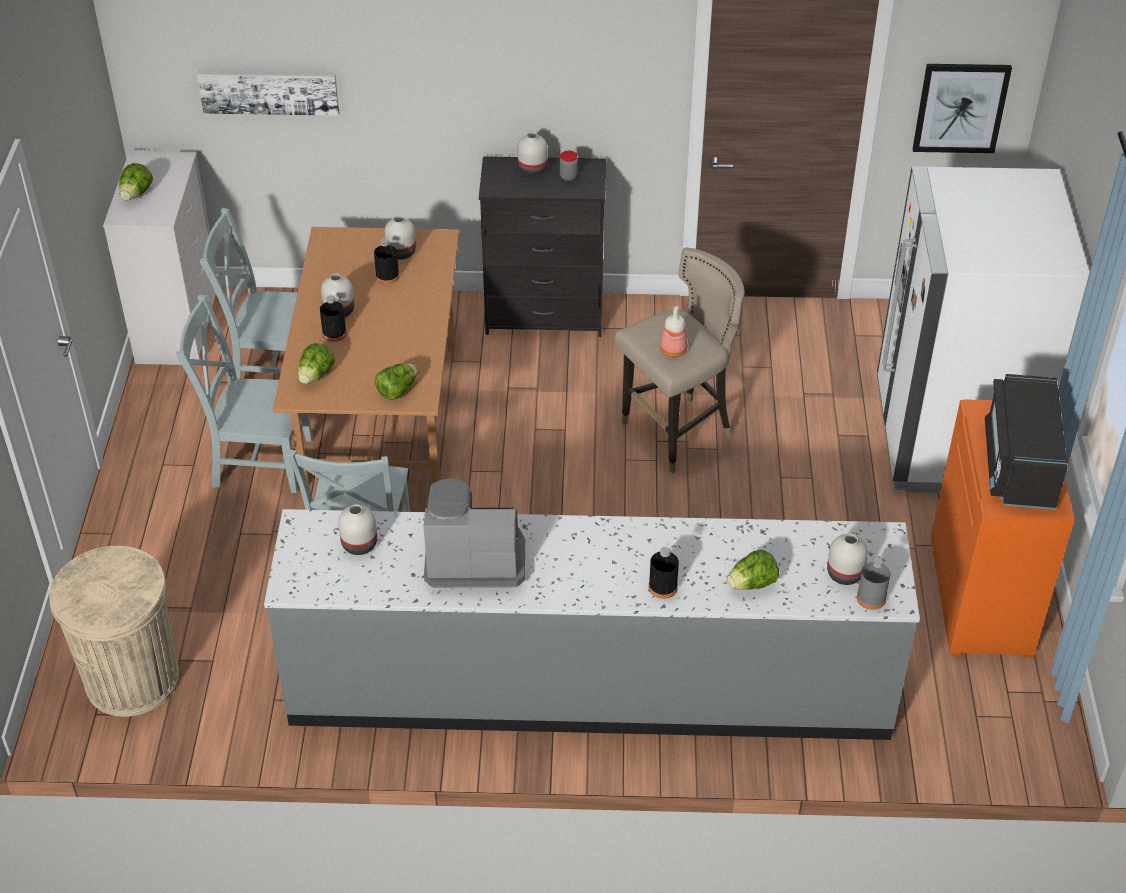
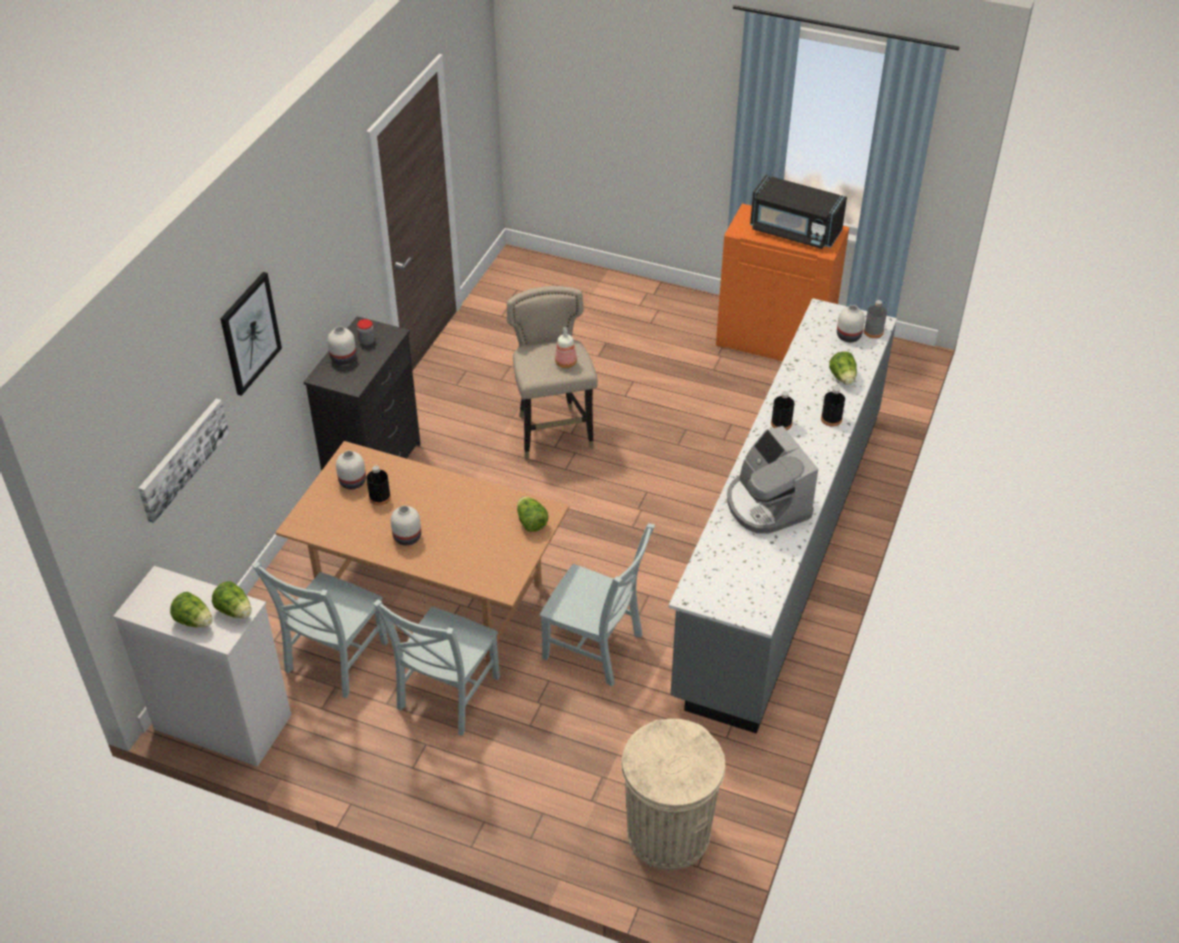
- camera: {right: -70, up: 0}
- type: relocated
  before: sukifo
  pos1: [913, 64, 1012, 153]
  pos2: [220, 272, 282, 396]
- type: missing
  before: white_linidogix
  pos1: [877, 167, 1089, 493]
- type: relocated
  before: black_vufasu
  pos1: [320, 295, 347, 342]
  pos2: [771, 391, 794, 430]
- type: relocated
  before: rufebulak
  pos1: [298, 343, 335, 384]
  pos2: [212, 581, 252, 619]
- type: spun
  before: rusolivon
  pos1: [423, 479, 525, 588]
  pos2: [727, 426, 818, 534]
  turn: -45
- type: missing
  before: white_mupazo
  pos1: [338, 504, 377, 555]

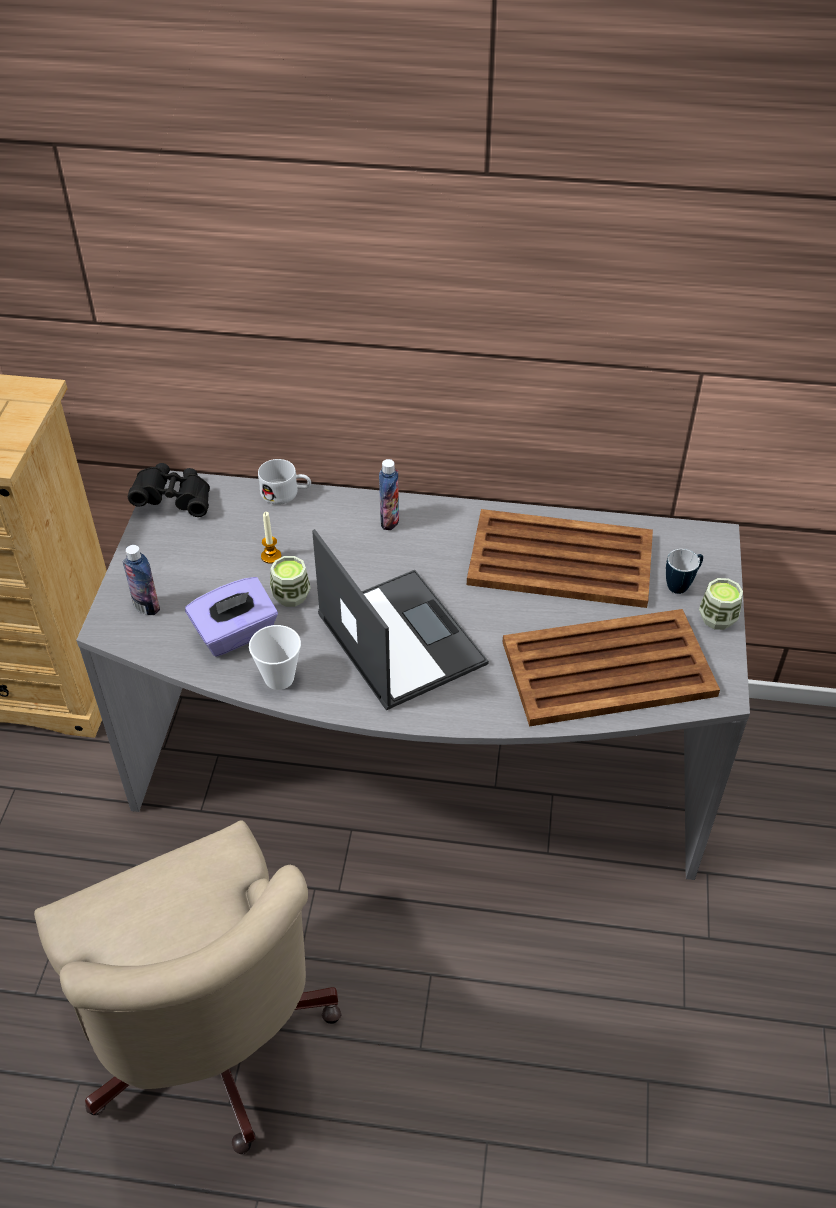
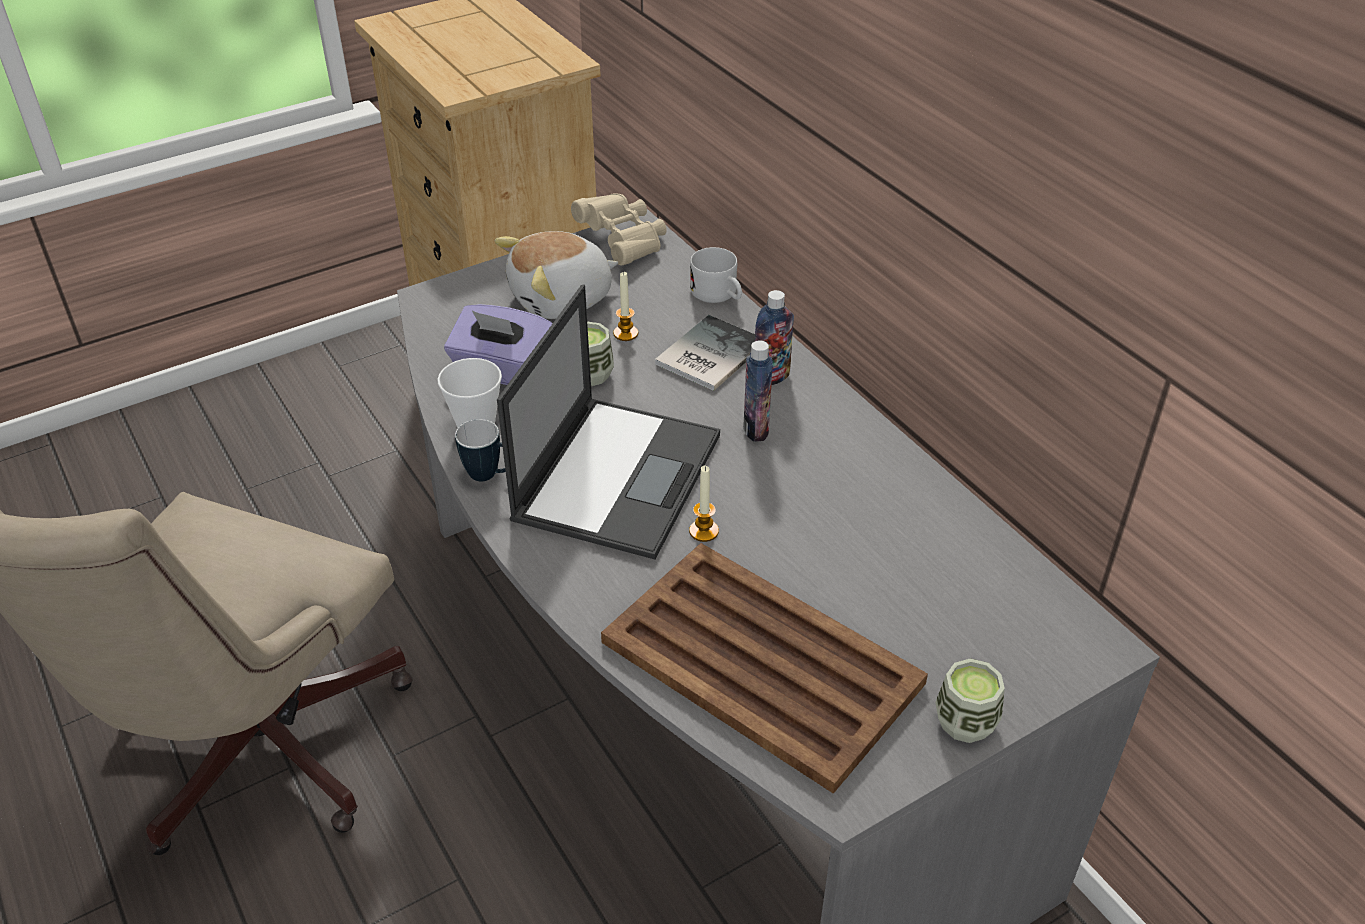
- camera: {right: 50, up: -5}
- type: colour
  before: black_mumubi
  after: beige_mumubi
  pos1: [128, 463, 210, 517]
  pos2: [571, 193, 667, 266]
- type: missing
  before: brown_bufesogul
  pos1: [467, 509, 653, 608]
- type: relocated
  before: vufasu
  pos1: [122, 545, 160, 615]
  pos2: [743, 341, 773, 442]
- type: relocated
  before: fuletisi
  pos1: [666, 549, 703, 594]
  pos2: [455, 419, 506, 482]
- type: appeared
  after: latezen
  pos2: [495, 231, 619, 319]
- type: appeared
  after: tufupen
  pos2: [655, 315, 755, 391]
- type: appeared
  after: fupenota
  pos2: [689, 466, 719, 542]

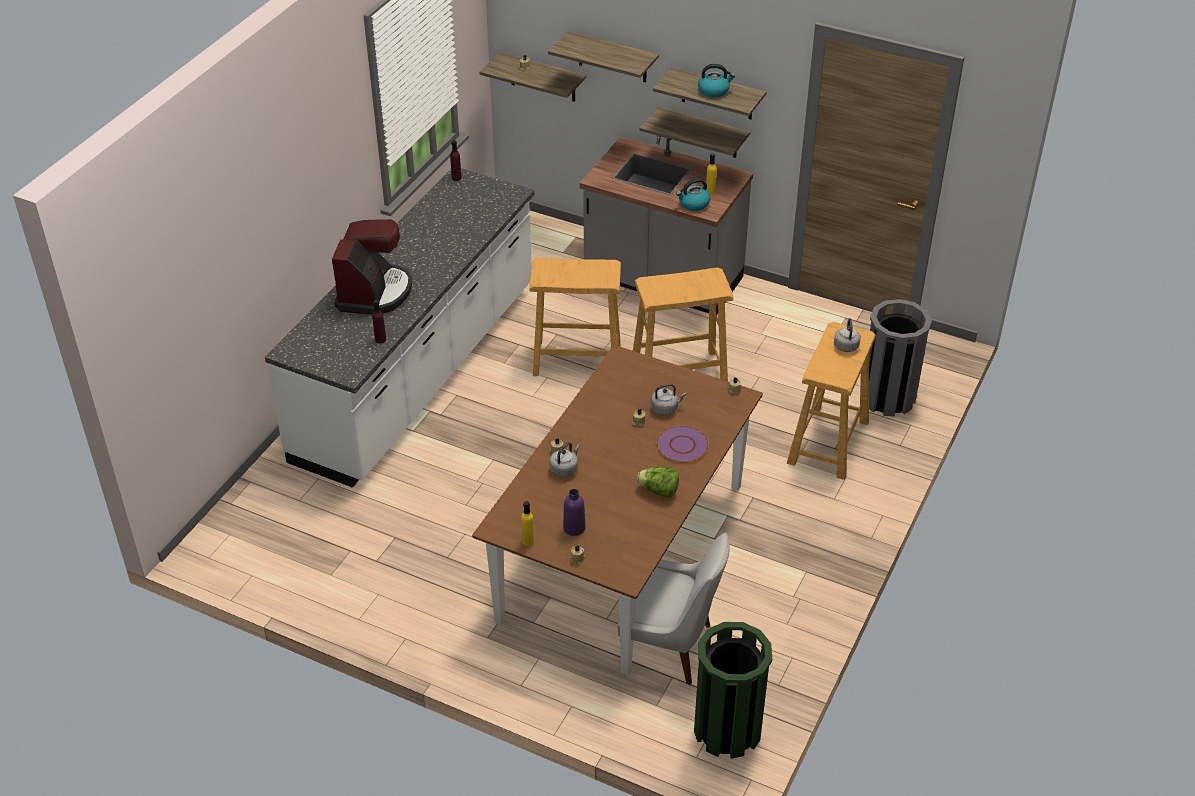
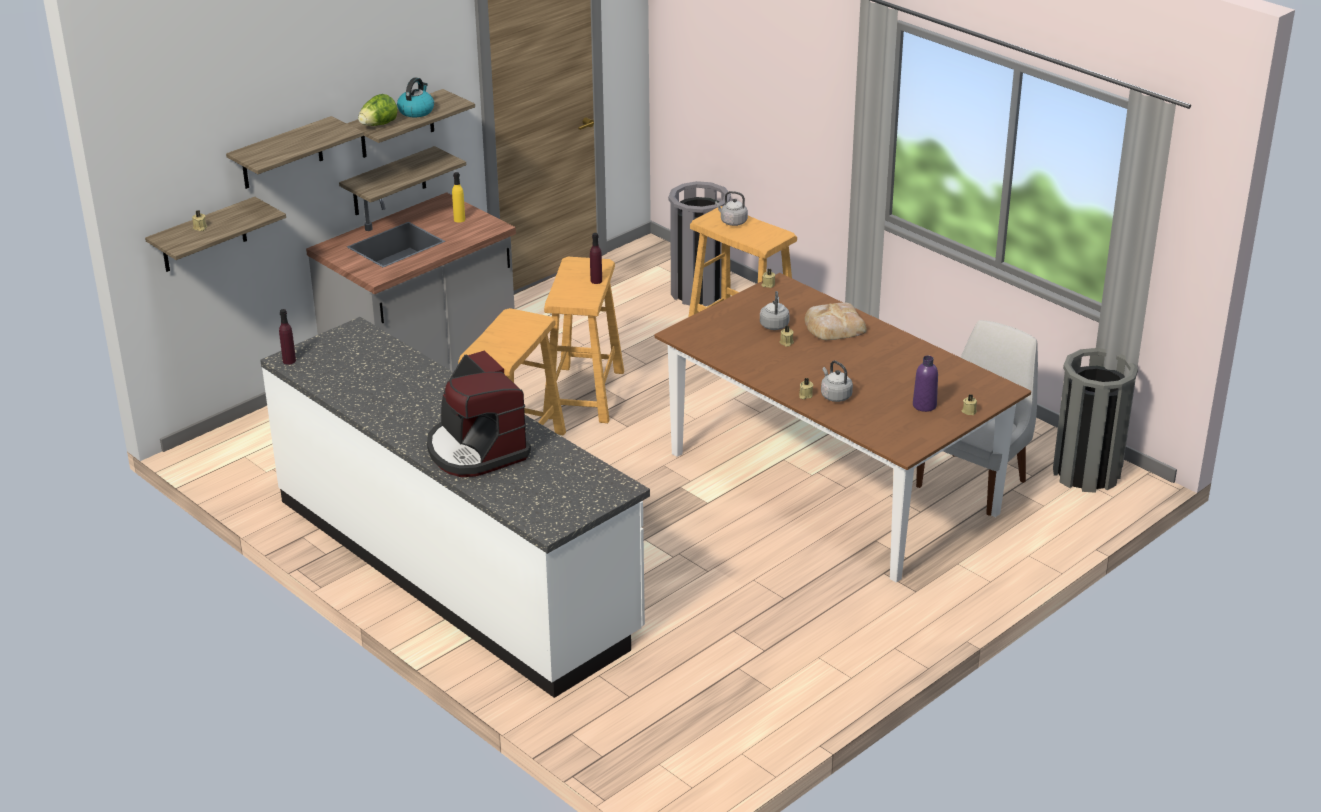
- camera: {right: -70, up: -10}
- type: missing
  before: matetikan
  pos1: [676, 178, 710, 211]
- type: spun
  before: rusolivon
  pos1: [332, 219, 412, 315]
  pos2: [427, 351, 531, 477]
  turn: -150
- type: relocated
  before: purple_vufasu
  pos1: [372, 300, 386, 343]
  pos2: [590, 233, 602, 284]
- type: exchanged
  before: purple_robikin
  after: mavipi
  pos1: [657, 426, 709, 462]
  pos2: [805, 303, 867, 340]
- type: relocated
  before: rufebulak
  pos1: [637, 467, 679, 498]
  pos2: [358, 94, 398, 126]
- type: missing
  before: yellow_vufasu
  pos1: [521, 501, 534, 546]
- type: colour
  before: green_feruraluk
  after: grey_feruraluk
  pos1: [694, 622, 772, 759]
  pos2: [1053, 348, 1138, 493]

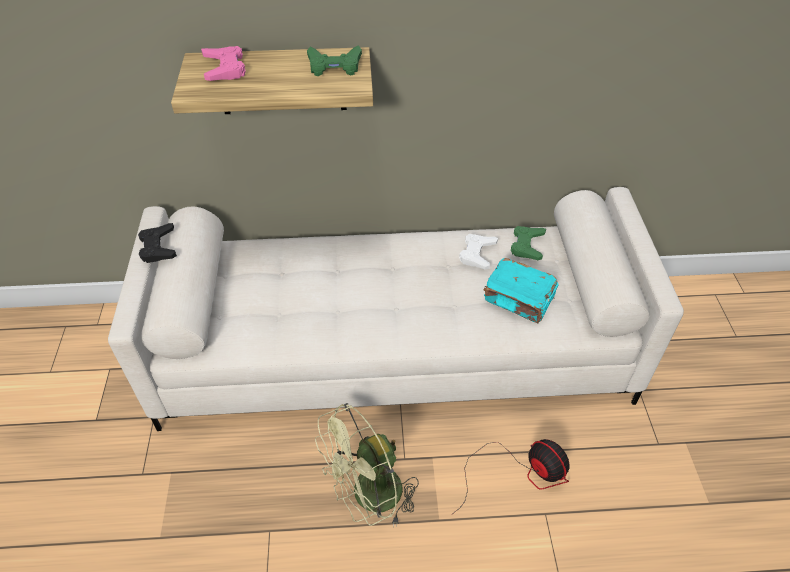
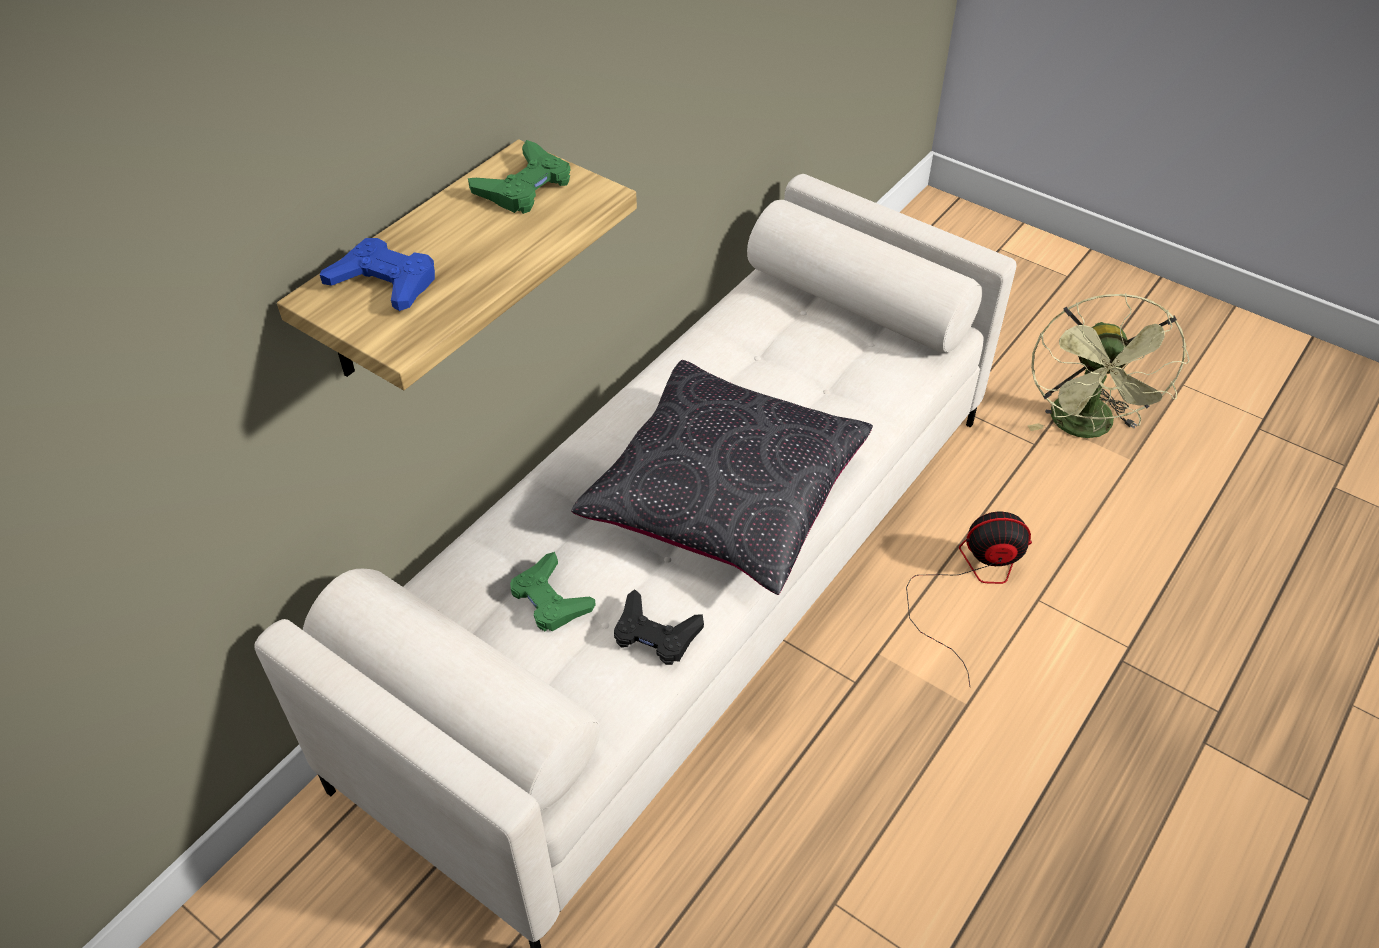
- camera: {right: -50, up: 0}
- type: colour
  before: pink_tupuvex
  after: blue_tupuvex
  pos1: [201, 46, 246, 81]
  pos2: [320, 238, 435, 311]
- type: relocated
  before: black_tupuvex
  pos1: [138, 223, 177, 263]
  pos2: [614, 589, 704, 665]
- type: relocated
  before: green_tupuvex
  pos1: [511, 226, 546, 260]
  pos2: [510, 552, 596, 631]
- type: missing
  before: white_tupuvex
  pos1: [459, 234, 498, 269]
- type: missing
  before: turquoise_tufupen
  pos1: [483, 258, 559, 323]
- type: relocated
  before: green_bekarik
  pos1: [315, 403, 419, 527]
  pos2: [1028, 293, 1190, 438]
- type: appeared
  after: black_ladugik
  pos2: [571, 360, 873, 595]

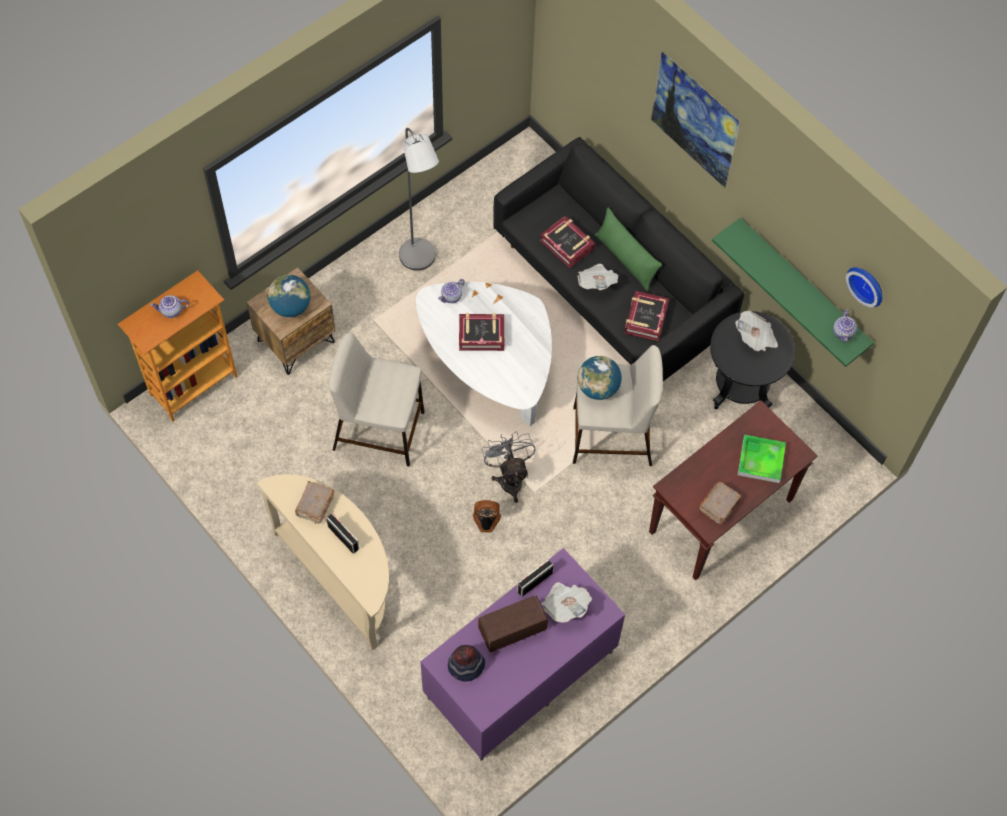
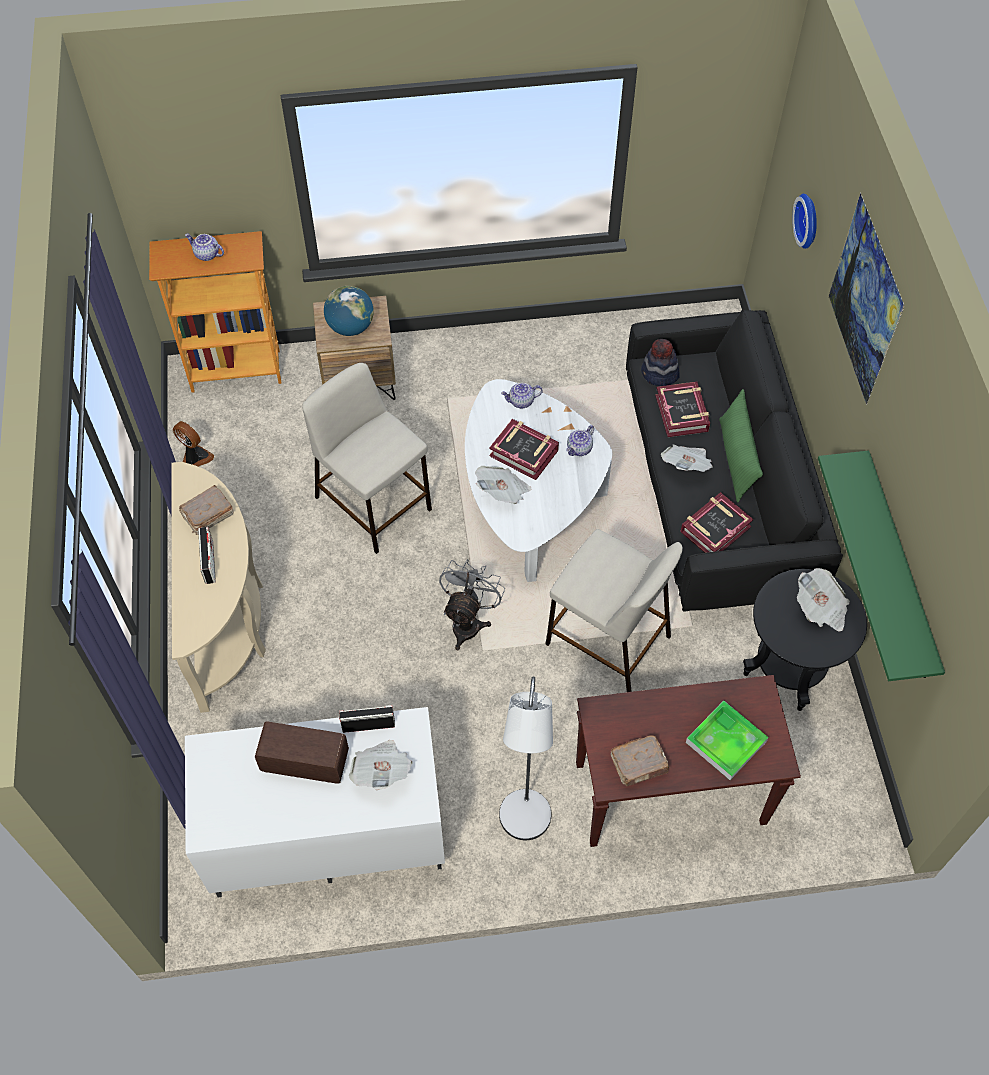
- camera: {right: 35, up: -5}
- type: relocated
  before: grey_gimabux
  pos1: [399, 128, 439, 271]
  pos2: [499, 676, 553, 840]
- type: relocated
  before: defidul
  pos1: [846, 267, 882, 307]
  pos2: [792, 194, 817, 249]
- type: relocated
  before: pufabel
  pos1: [833, 309, 857, 342]
  pos2: [566, 425, 594, 456]
- type: missing
  before: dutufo
  pos1: [578, 356, 622, 400]
- type: relocated
  before: bekarik
  pos1: [473, 500, 501, 533]
  pos2: [173, 421, 214, 467]
- type: colour
  before: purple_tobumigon
  after: white_tobumigon
  pos1: [420, 548, 625, 761]
  pos2: [185, 707, 445, 897]
- type: relocated
  before: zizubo
  pos1: [448, 645, 485, 682]
  pos2: [641, 339, 680, 386]
- type: appeared
  after: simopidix
  pos2: [475, 466, 531, 504]

